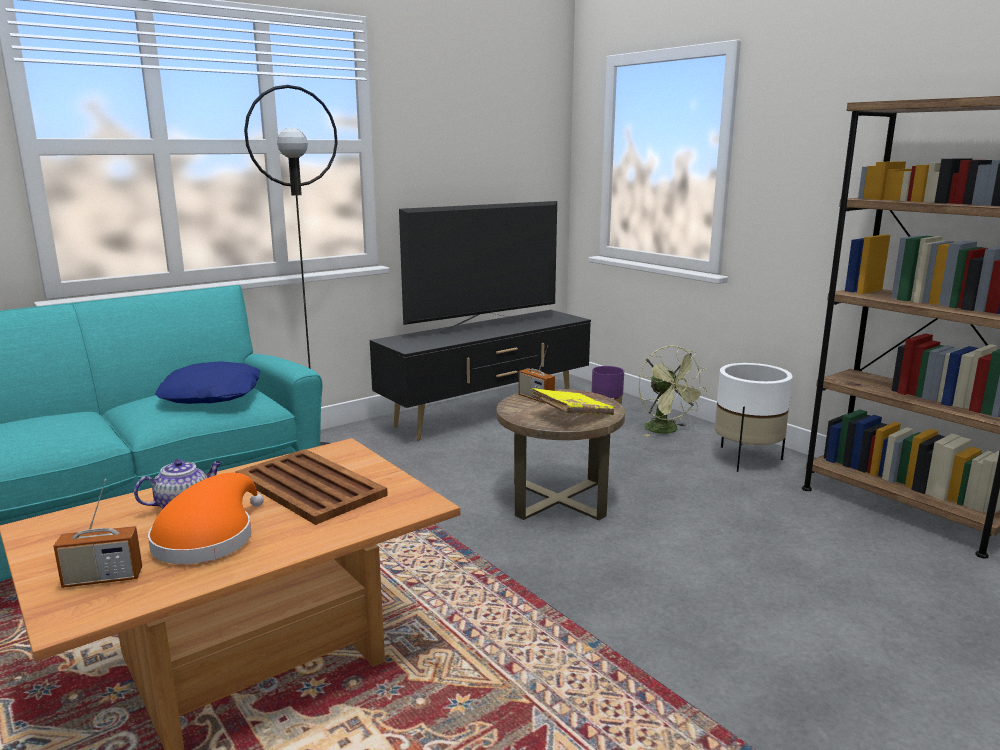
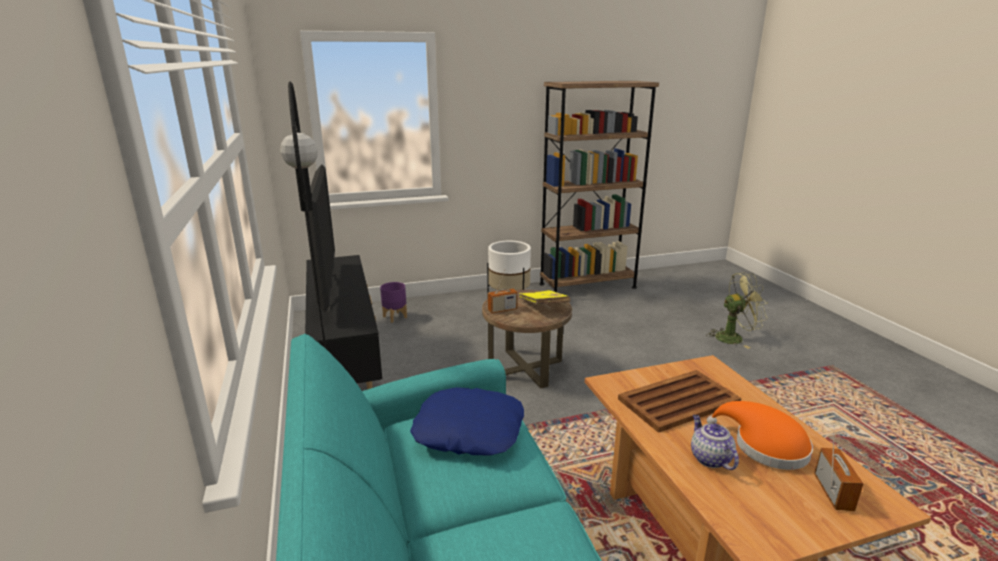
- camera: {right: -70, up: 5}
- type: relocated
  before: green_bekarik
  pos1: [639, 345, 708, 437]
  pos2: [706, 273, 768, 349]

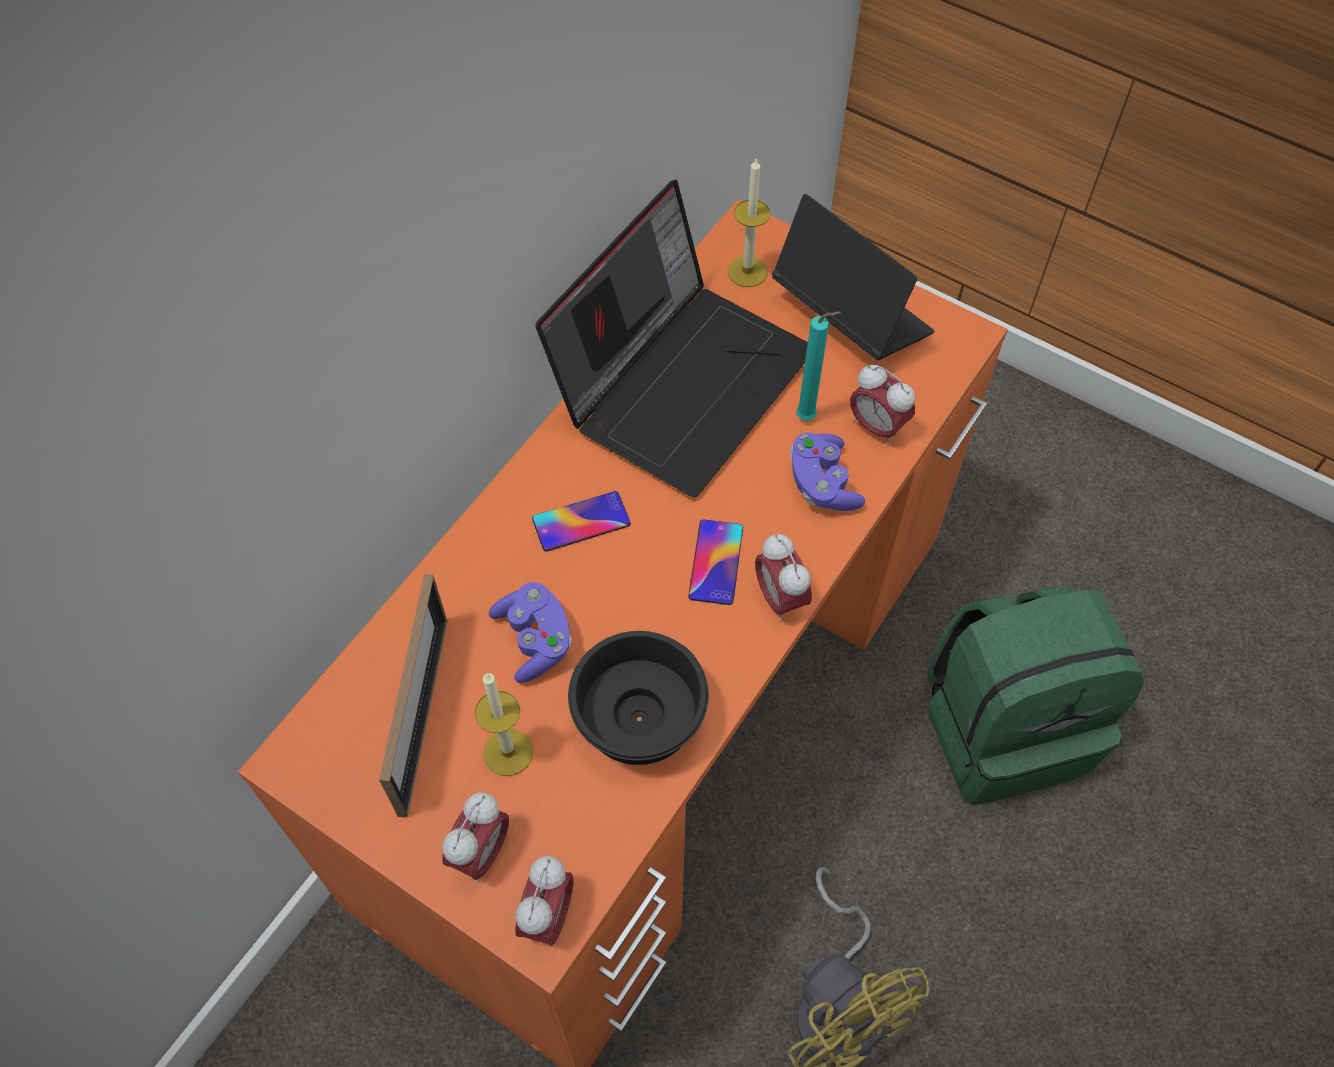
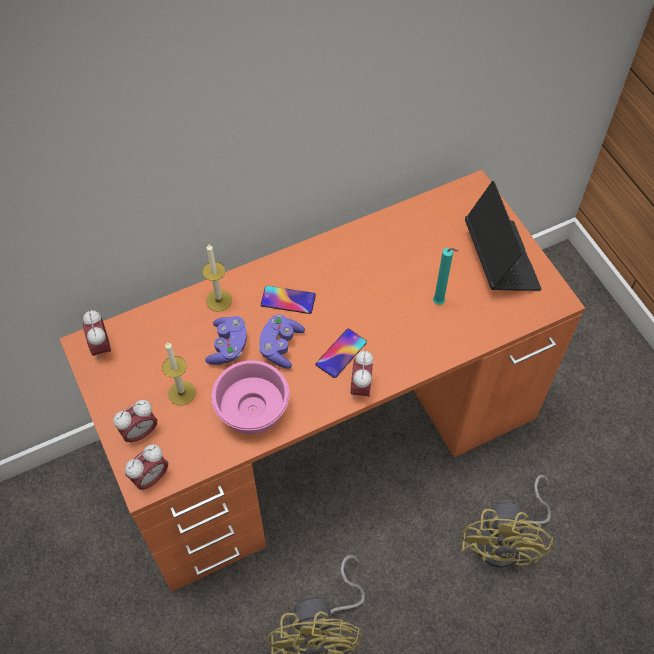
- camera: {right: 30, up: 0}
- type: relocated
  before: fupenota
  pos1: [728, 157, 770, 287]
  pos2: [202, 244, 232, 312]
- type: missing
  before: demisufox
  pos1: [535, 180, 808, 497]
- type: relocated
  before: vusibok
  pos1: [850, 365, 915, 445]
  pos2: [83, 310, 111, 361]
- type: relocated
  before: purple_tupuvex
  pos1: [790, 433, 865, 511]
  pos2: [258, 314, 305, 369]
- type: missing
  before: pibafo
  pos1: [379, 574, 448, 818]
- type: exchanged
  before: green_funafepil
  after: yellow_bekarik
  pos1: [927, 585, 1144, 805]
  pos2: [462, 475, 553, 568]
- type: colour
  before: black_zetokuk
  after: pink_zetokuk
  pos1: [568, 631, 709, 765]
  pos2: [211, 360, 289, 434]

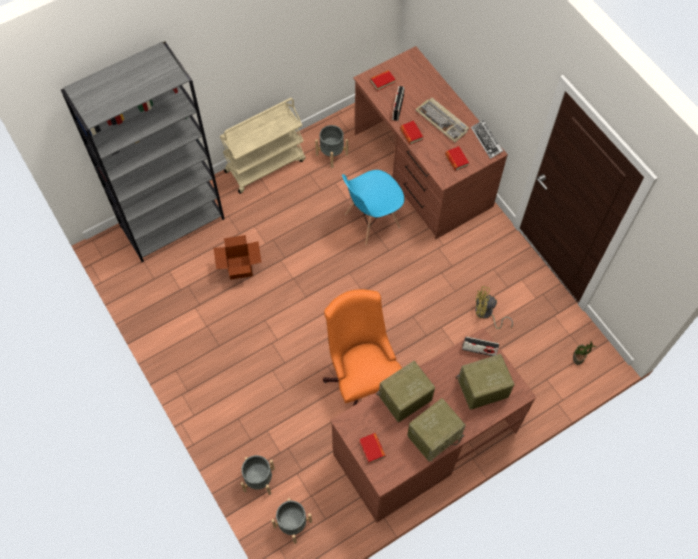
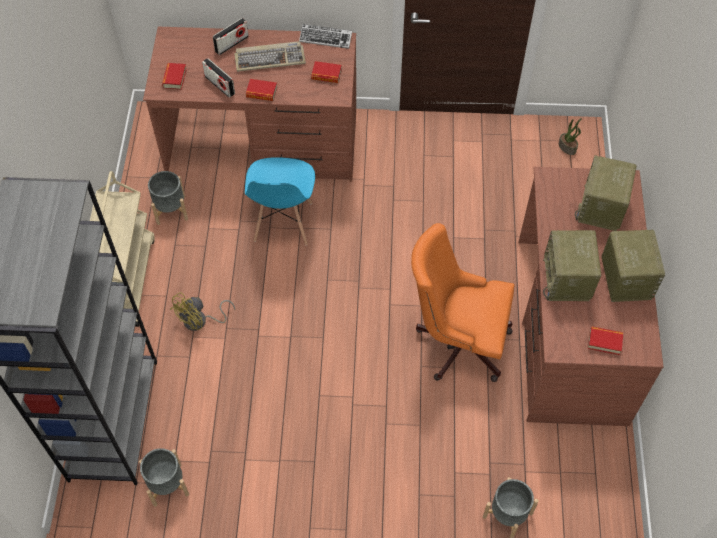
- camera: {right: -55, up: -5}
- type: missing
  before: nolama
  pos1: [214, 235, 261, 280]
- type: relocated
  before: yellow_bekarik
  pos1: [475, 286, 513, 329]
  pos2: [170, 292, 235, 331]
- type: relocated
  before: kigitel
  pos1: [462, 336, 499, 356]
  pos2: [212, 18, 249, 55]
- type: relocated
  before: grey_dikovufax
  pos1: [271, 498, 312, 544]
  pos2: [139, 448, 189, 507]

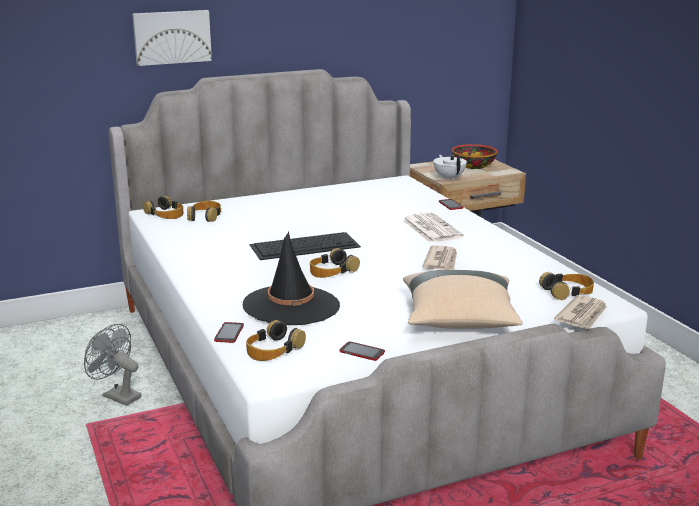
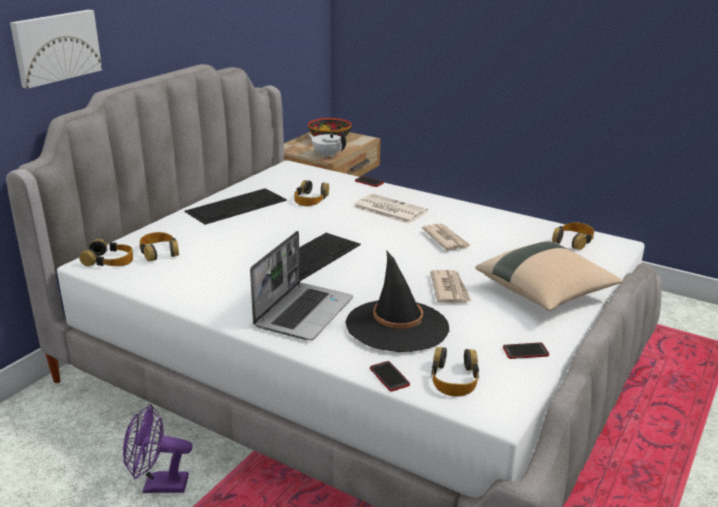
- camera: {right: -35, up: 5}
- type: relocated
  before: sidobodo
  pos1: [310, 248, 360, 278]
  pos2: [294, 180, 329, 206]
- type: relocated
  before: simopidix
  pos1: [554, 295, 607, 328]
  pos2: [430, 270, 472, 303]
- type: colour
  before: grey_bekarik
  after: purple_bekarik
  pos1: [84, 324, 141, 406]
  pos2: [123, 404, 193, 493]
- type: appeared
  after: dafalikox
  pos2: [184, 188, 287, 225]
- type: appeared
  after: demisufox
  pos2: [250, 231, 353, 340]

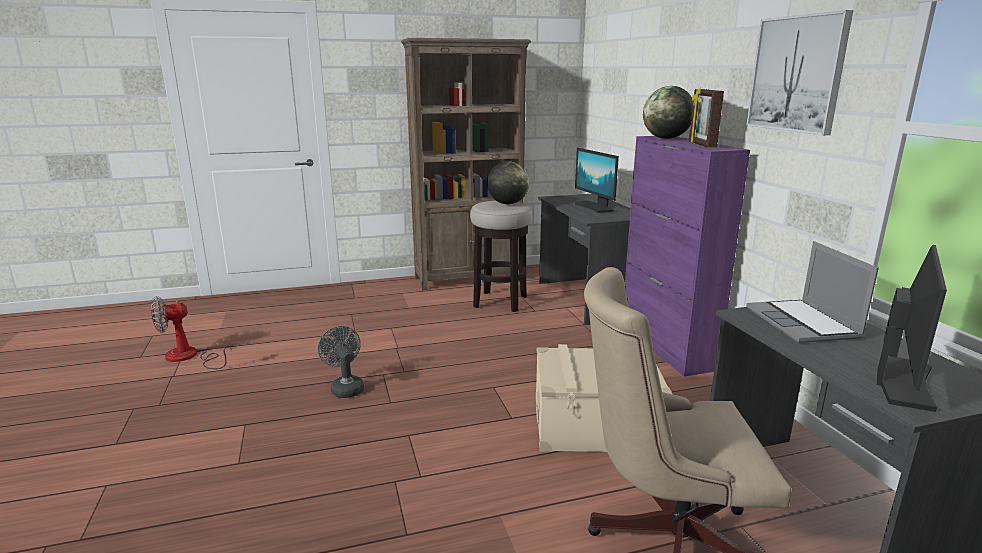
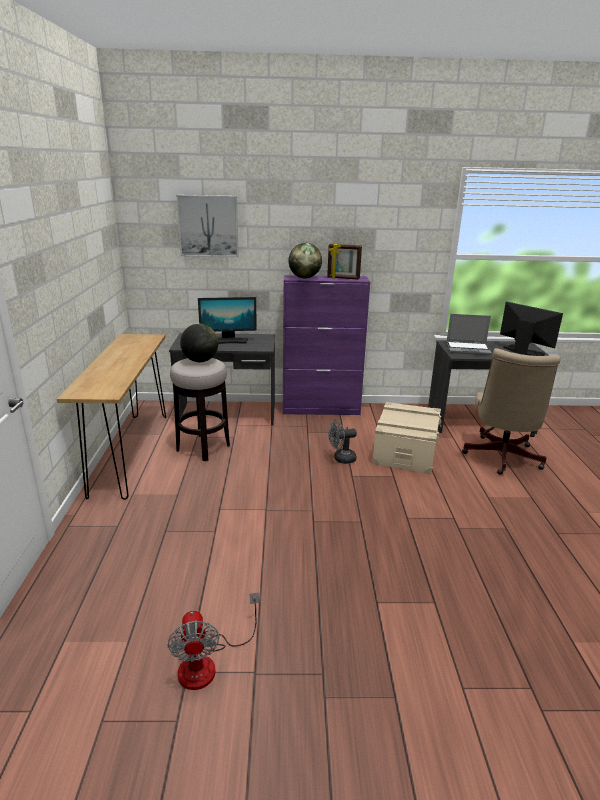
- camera: {right: -75, up: 5}
- type: relocated
  before: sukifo
  pos1: [746, 10, 853, 135]
  pos2: [177, 195, 239, 257]
- type: exchanged
  before: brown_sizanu
  after: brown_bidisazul
  pos1: [401, 38, 531, 291]
  pos2: [57, 334, 166, 500]
- type: relocated
  before: grey_bekarik
  pos1: [318, 326, 364, 398]
  pos2: [328, 420, 357, 464]

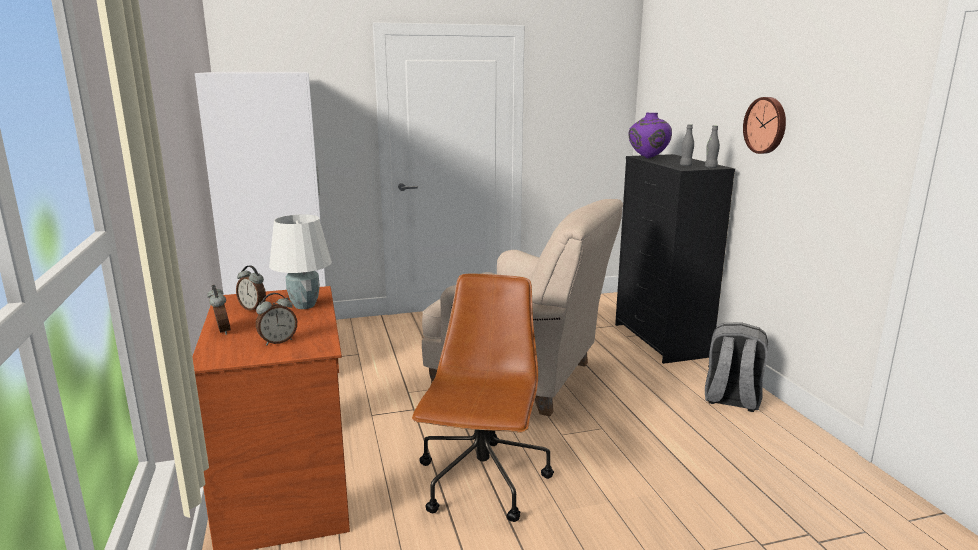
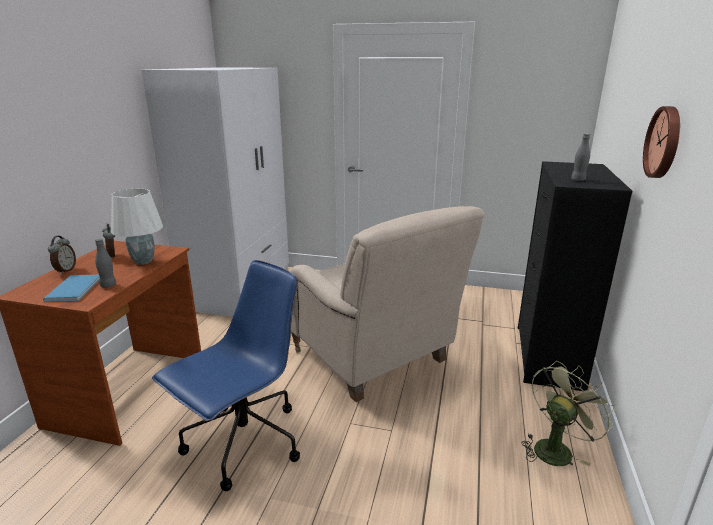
- camera: {right: 30, up: 5}
- type: missing
  before: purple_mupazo
  pos1: [628, 113, 672, 159]
- type: relocated
  before: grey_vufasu
  pos1: [705, 126, 720, 168]
  pos2: [95, 238, 116, 288]
- type: colour
  before: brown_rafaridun
  after: blue_rafaridun
  pos1: [412, 273, 554, 522]
  pos2: [152, 260, 300, 491]
- type: exchanged
  before: vusibok
  after: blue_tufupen
  pos1: [256, 293, 297, 345]
  pos2: [43, 275, 100, 302]
- type: exchanged
  before: grey_funafepil
  after: green_bekarik
  pos1: [705, 322, 768, 412]
  pos2: [521, 361, 616, 466]

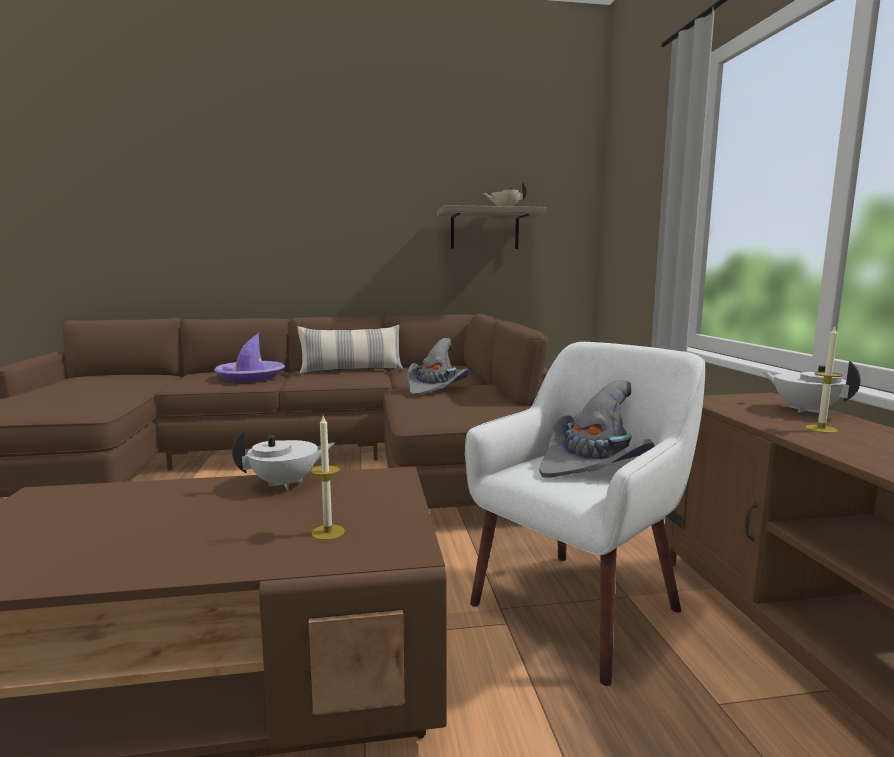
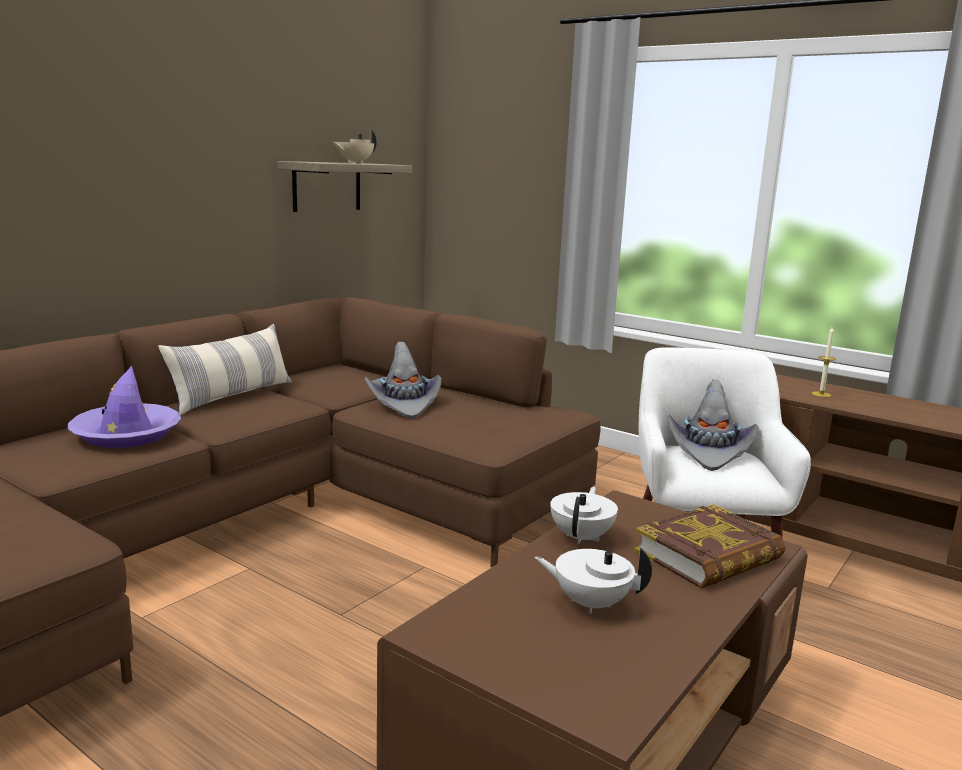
- camera: {right: -45, up: 5}
- type: relocated
  before: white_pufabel
  pos1: [762, 361, 861, 413]
  pos2: [534, 547, 652, 614]
- type: exchanged
  before: fupenota
  after: tufupen
  pos1: [311, 416, 345, 540]
  pos2: [634, 504, 785, 588]

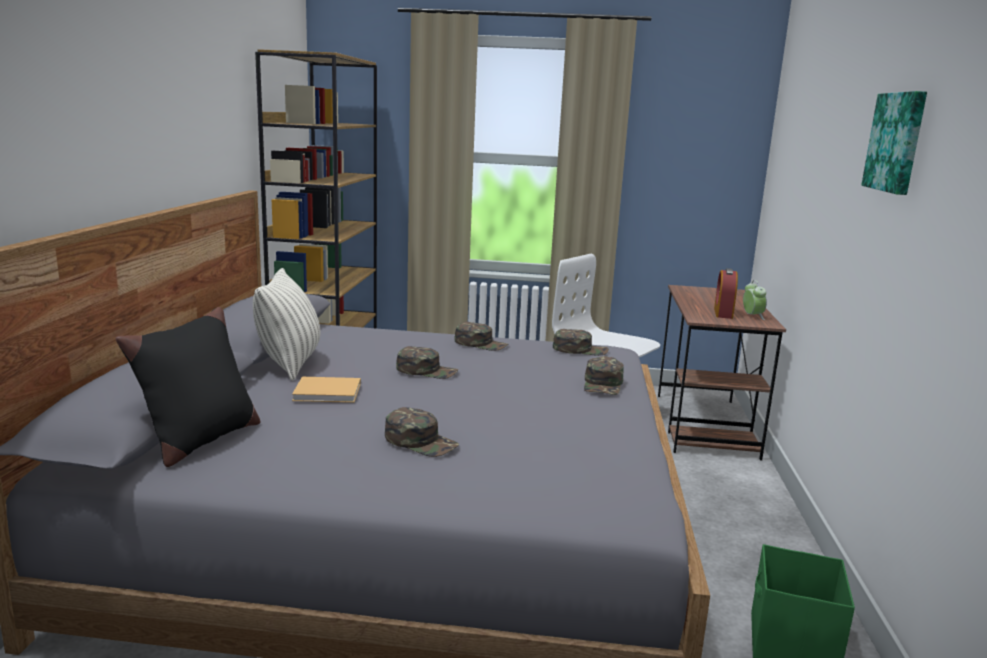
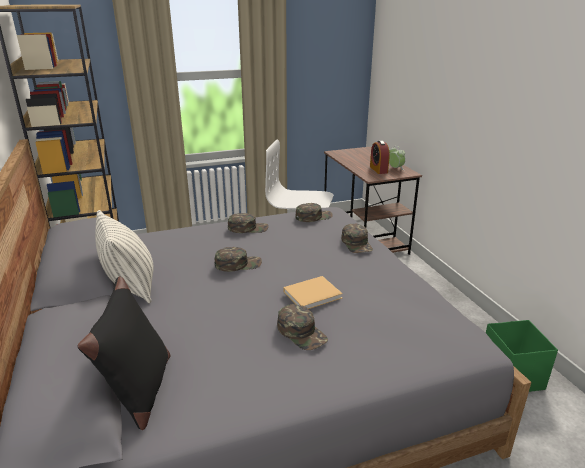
- camera: {right: -25, up: 10}
- type: missing
  before: sukifo
  pos1: [861, 91, 927, 195]
- type: relocated
  before: beige_tufupen
  pos1: [292, 377, 361, 403]
  pos2: [283, 276, 343, 309]
- type: spun
  before: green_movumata
  pos1: [385, 407, 459, 457]
  pos2: [277, 304, 328, 350]
  turn: 45

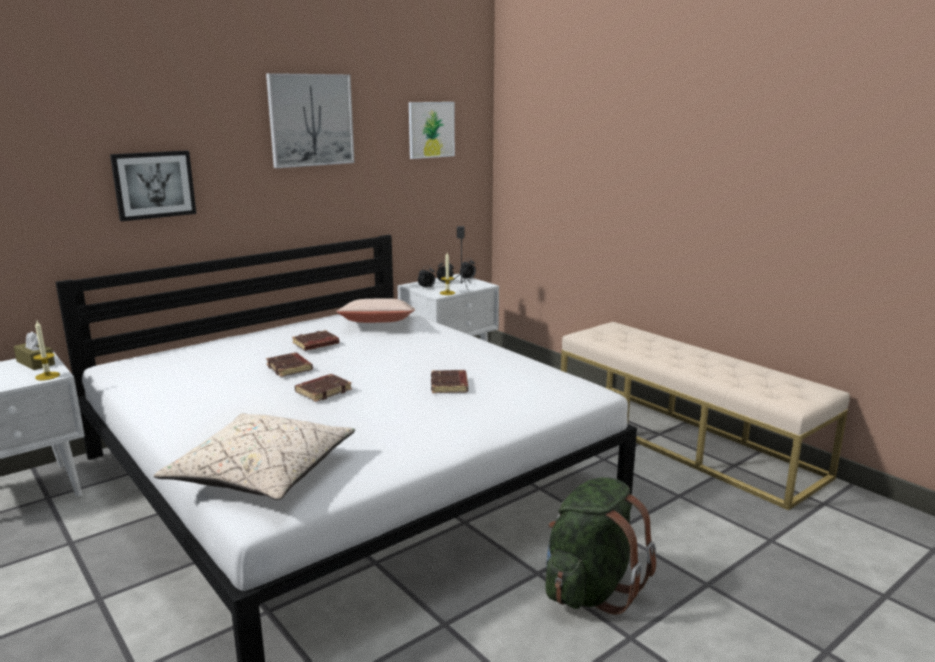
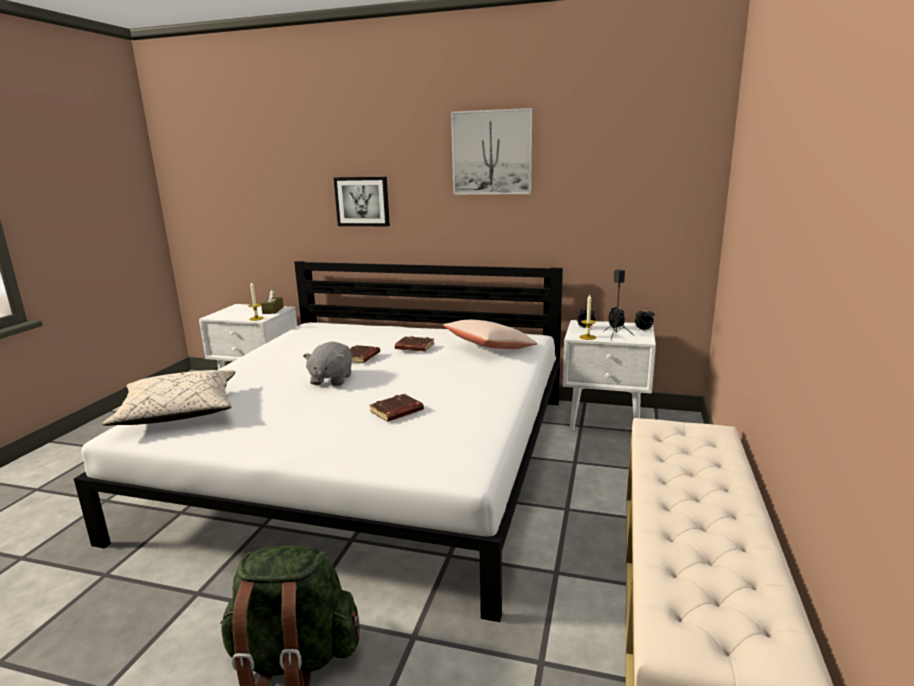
- camera: {right: 55, up: 0}
- type: missing
  before: sukifo
  pos1: [409, 102, 455, 159]
- type: exchanged
  before: brown_tufupen
  after: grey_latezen
  pos1: [295, 374, 352, 402]
  pos2: [303, 342, 352, 386]

